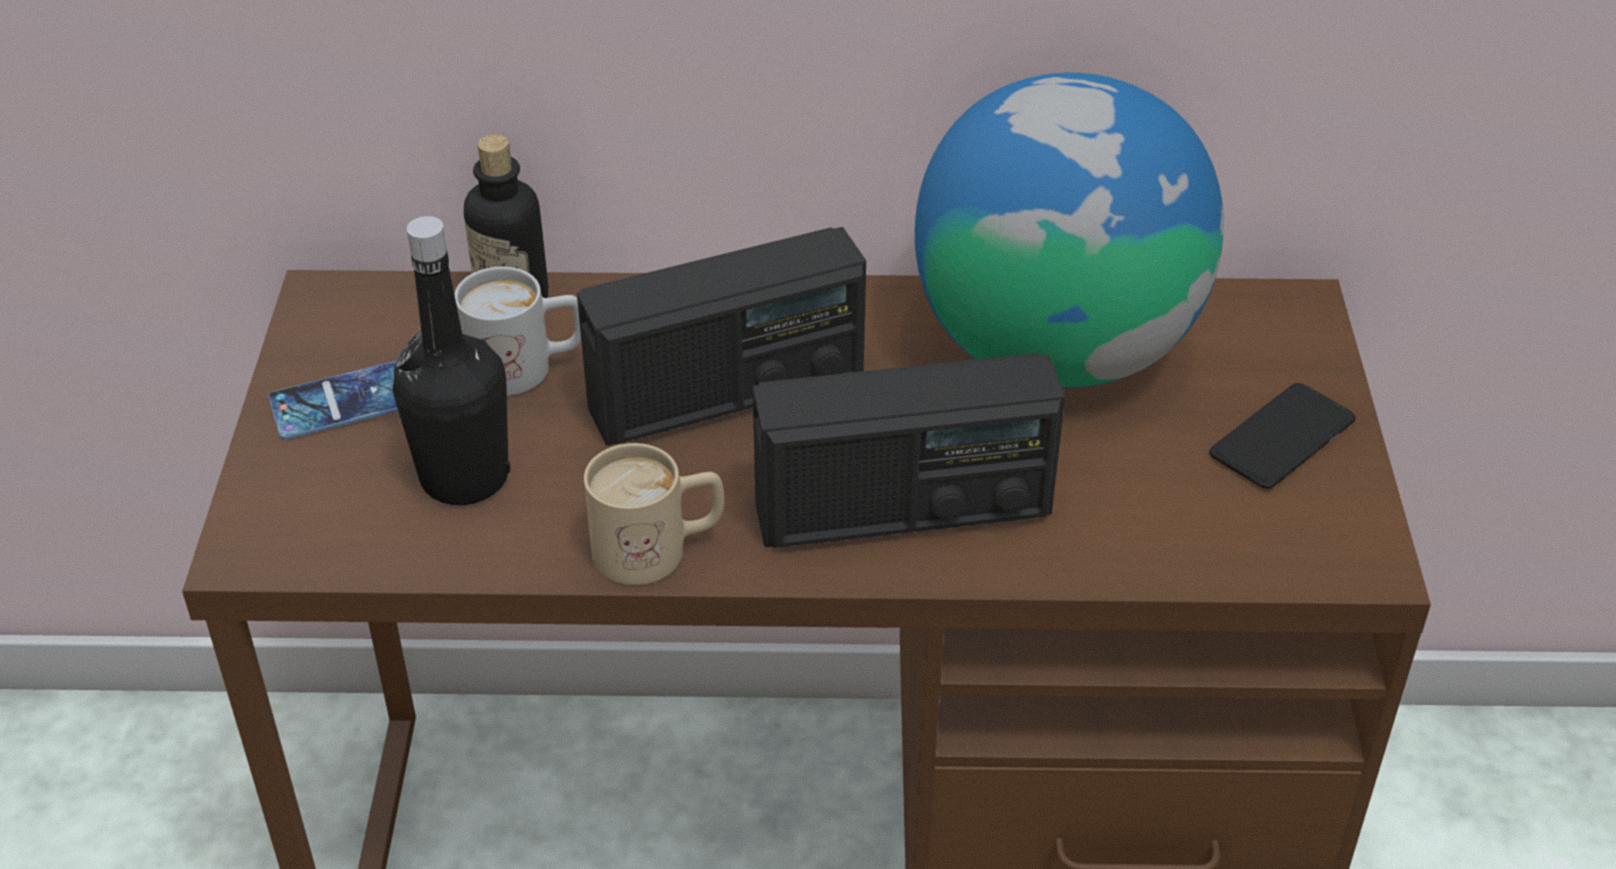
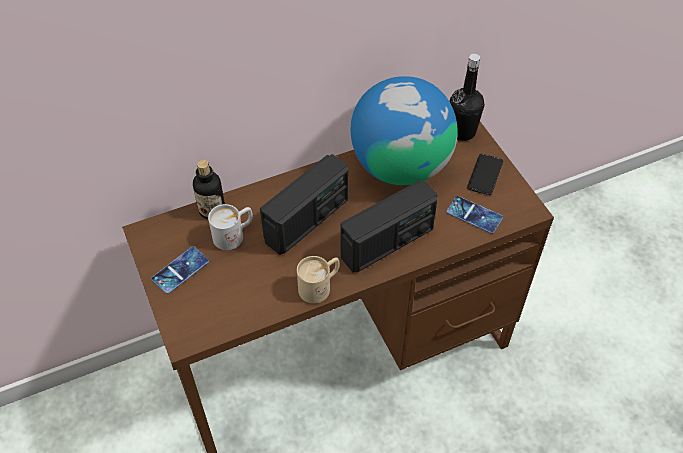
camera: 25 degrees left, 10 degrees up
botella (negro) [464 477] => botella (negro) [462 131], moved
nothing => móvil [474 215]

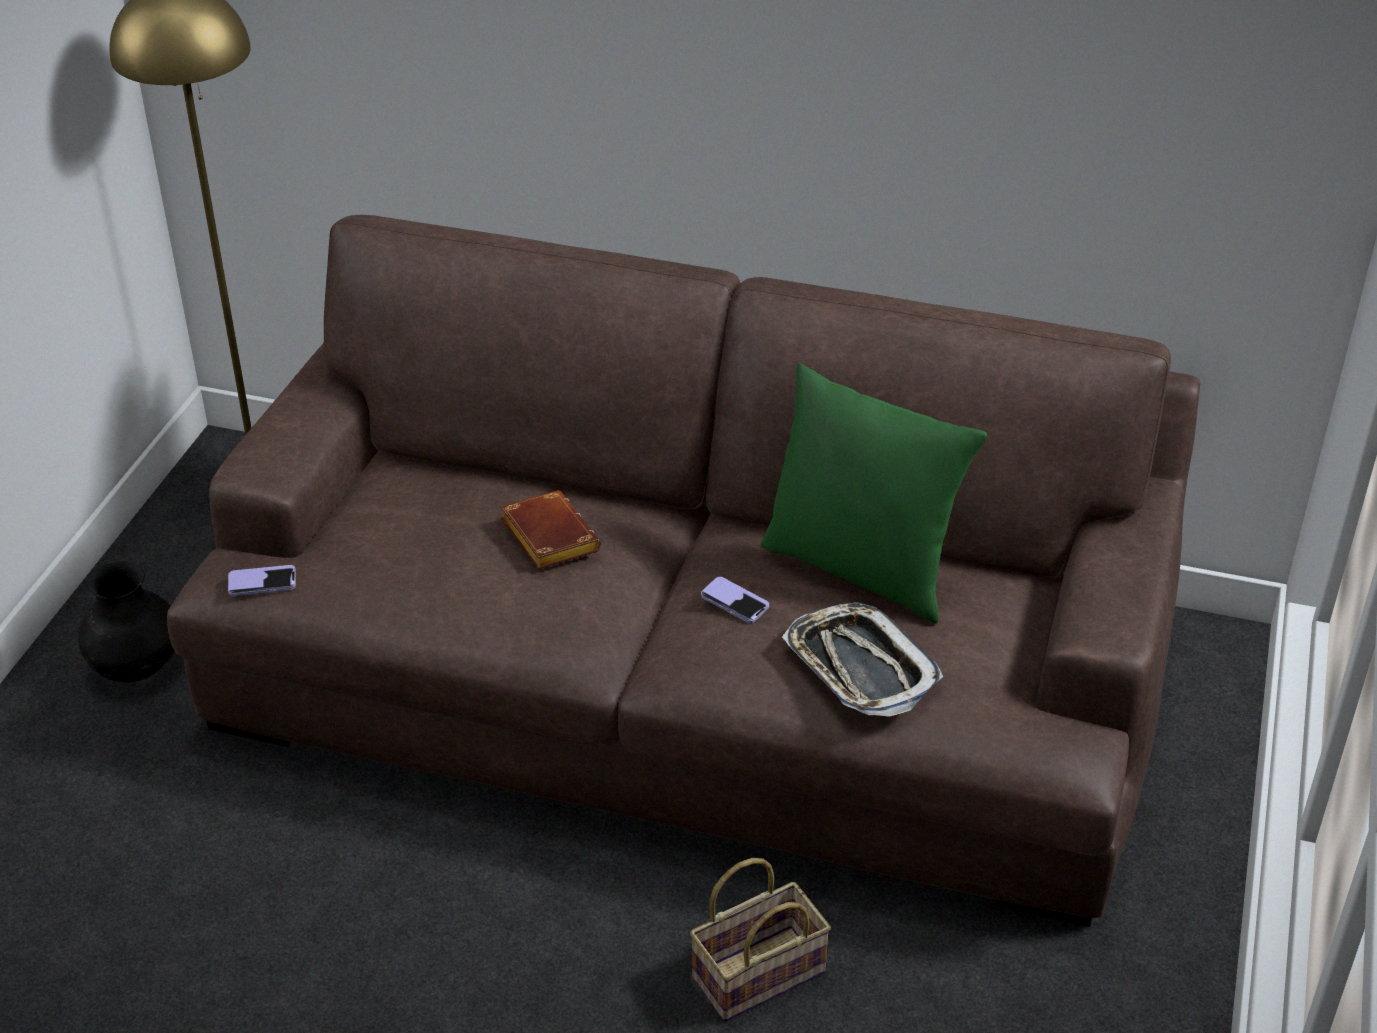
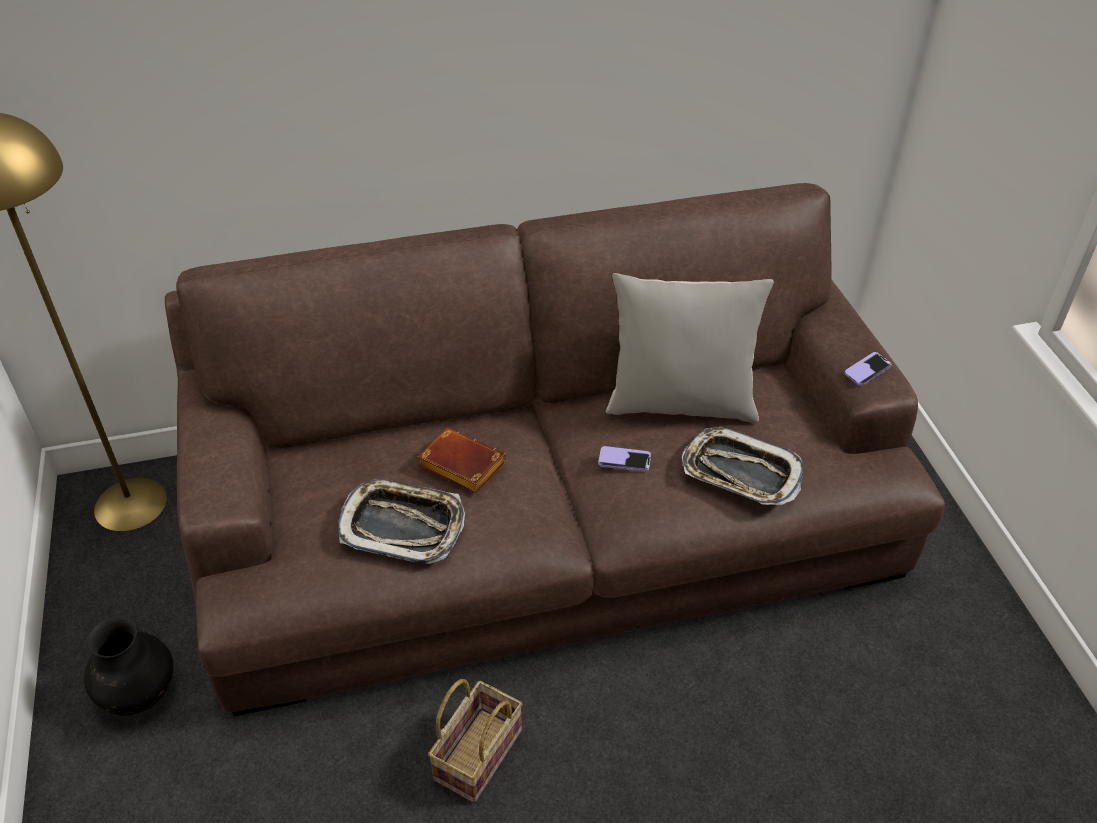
camera: 30 degrees left, 5 degrees up
móvil [262 582] => móvil [867 370], moved
cesta [760 971] => cesta [478 752], moved
cojín (verde) [861 568] => cojín (gris) [681 403]
nothing => bandeja [402 526]

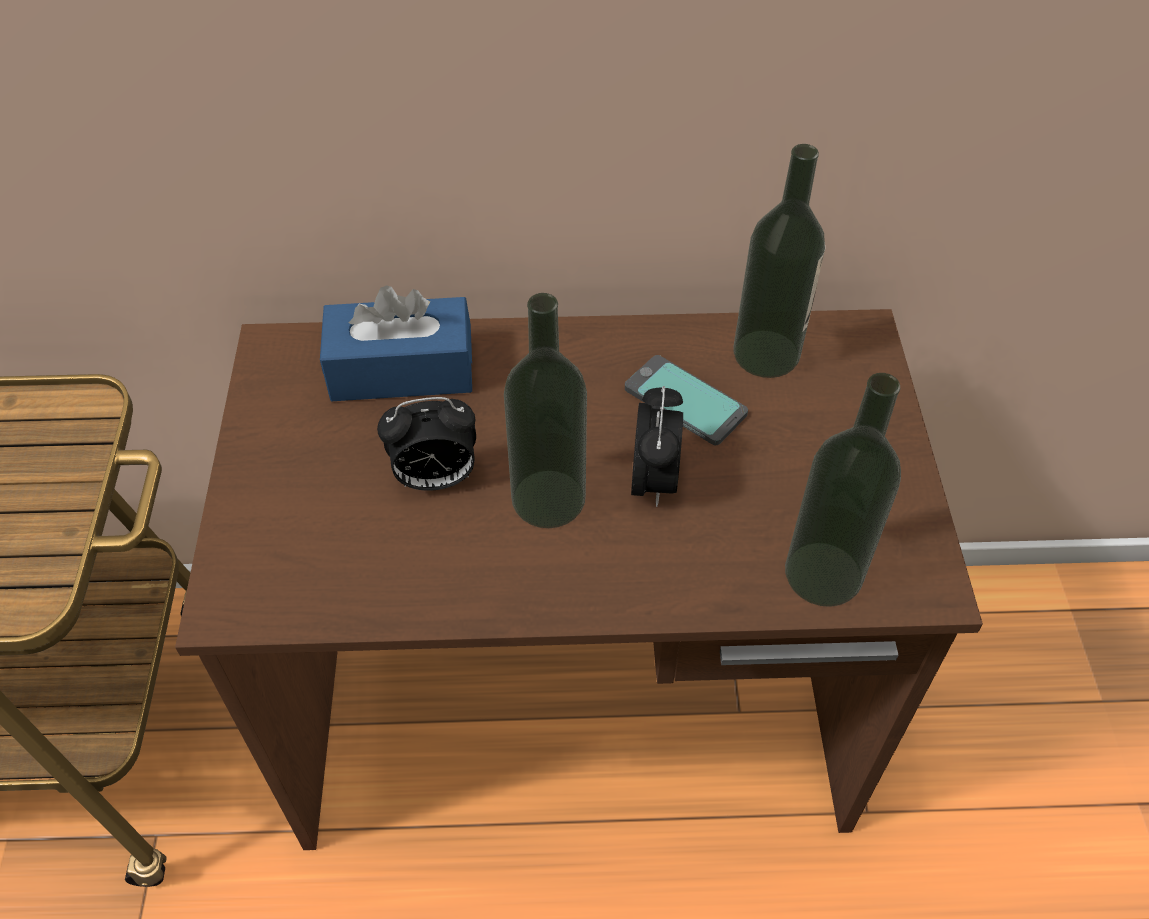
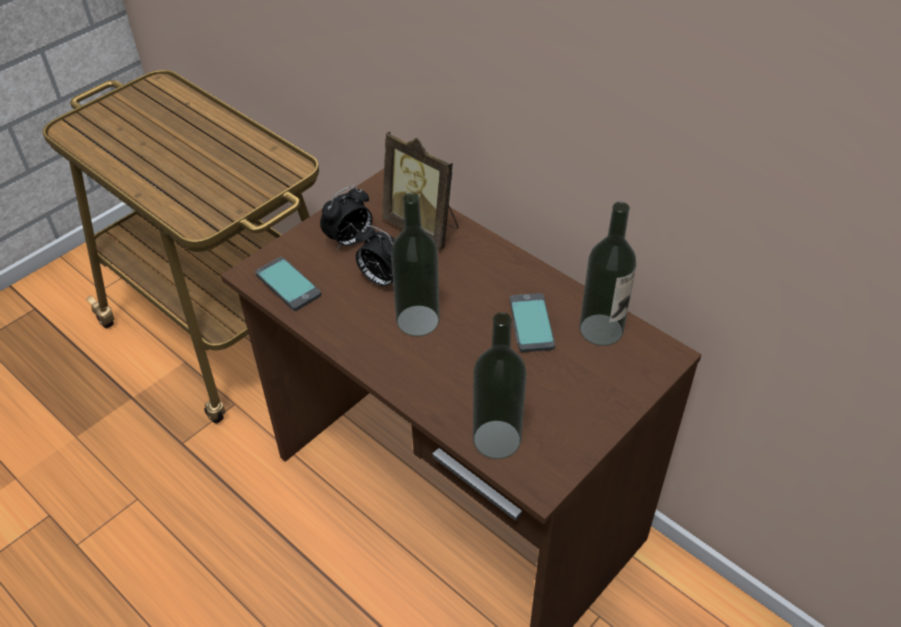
camera: 45 degrees right, 5 degrees down
caja de pañuelos (azul) [402 370] => portarretratos [423 227]
despertador [654 482] => despertador [349 241], moved
nothing => móvil [288 284]

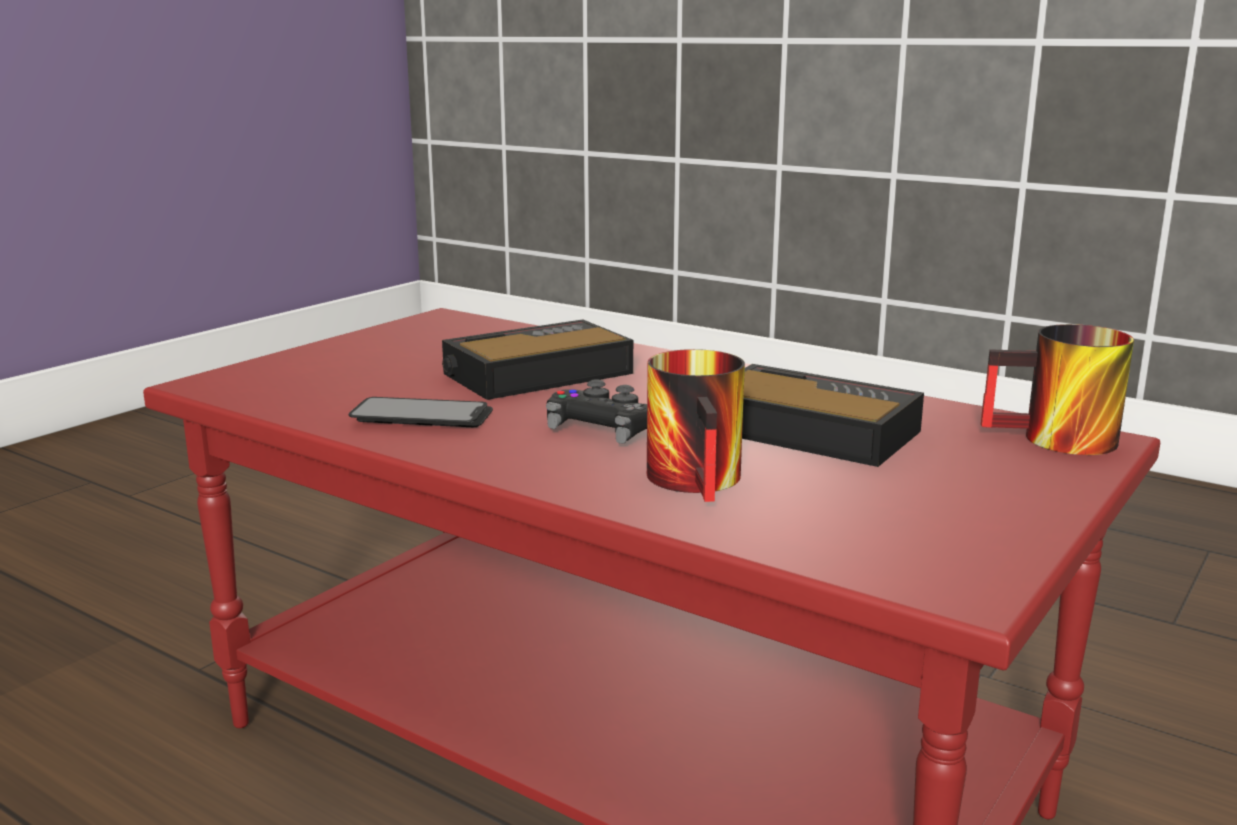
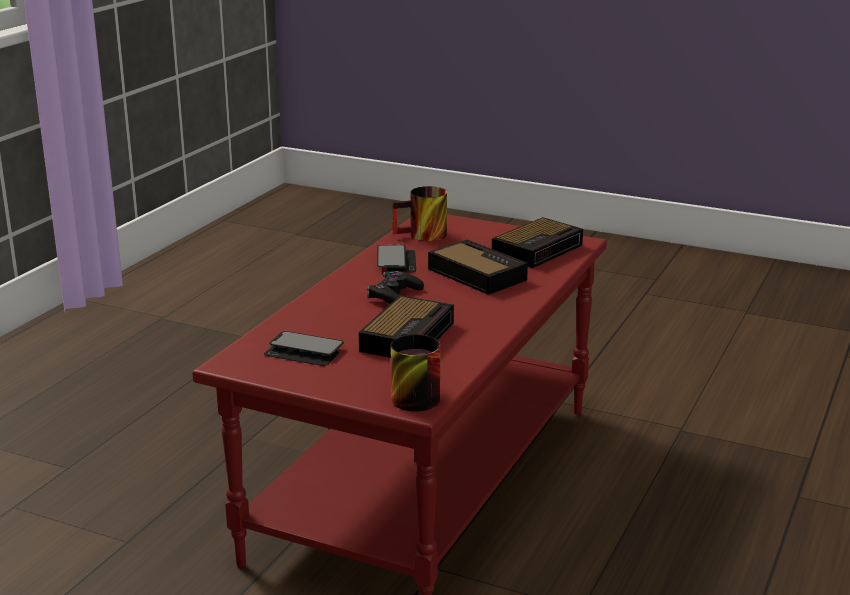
camera: 80 degrees right, 5 degrees up
taza grande [705 481] => taza grande [422 236], moved
nothing => móvil [304 351]
nothing => despertador [538 249]

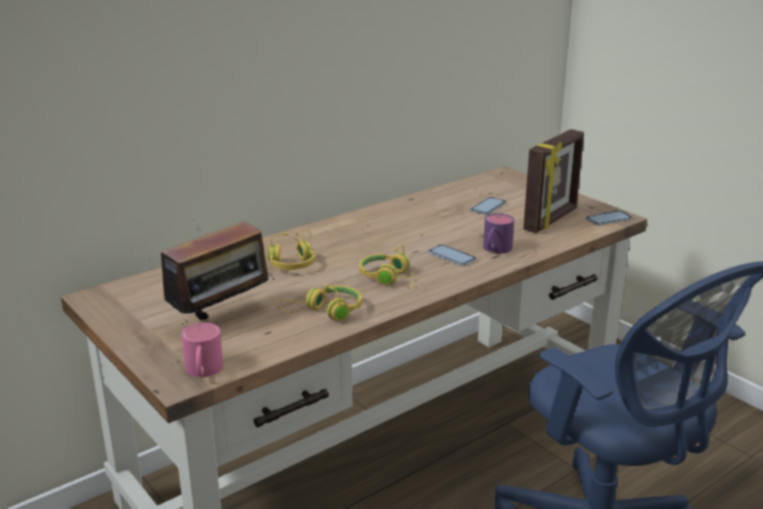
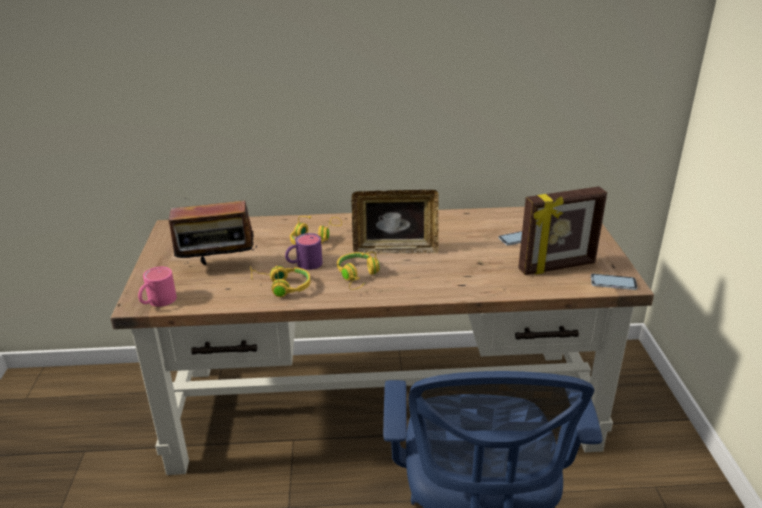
camera: 35 degrees right, 5 degrees up
móvil [452 256] => nothing
taza grande (morado) [495 250] => taza grande (morado) [304 264], moved
nothing => portarretratos [395 249]

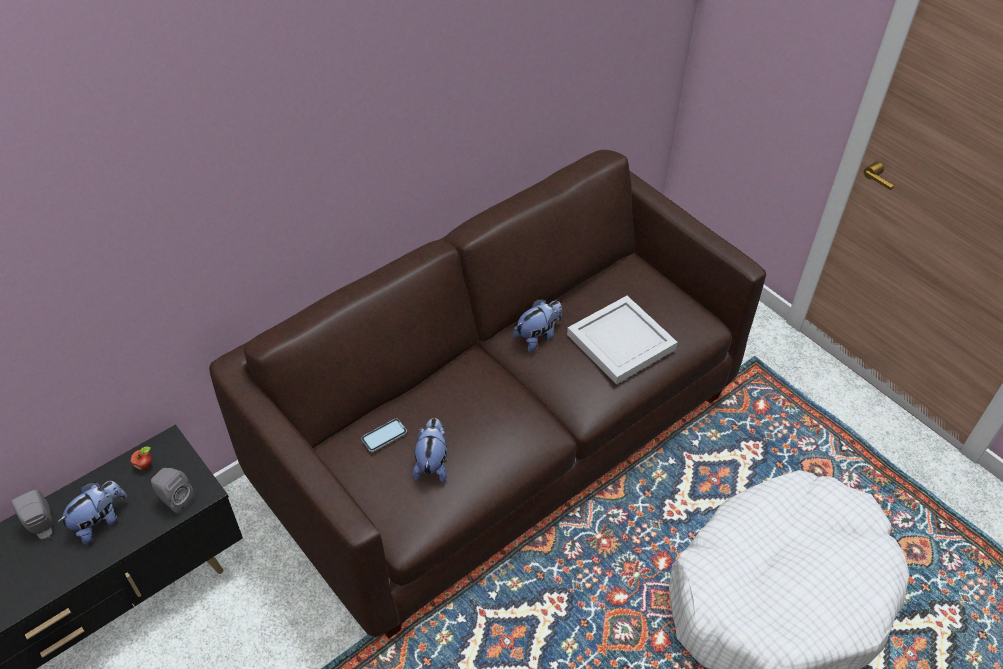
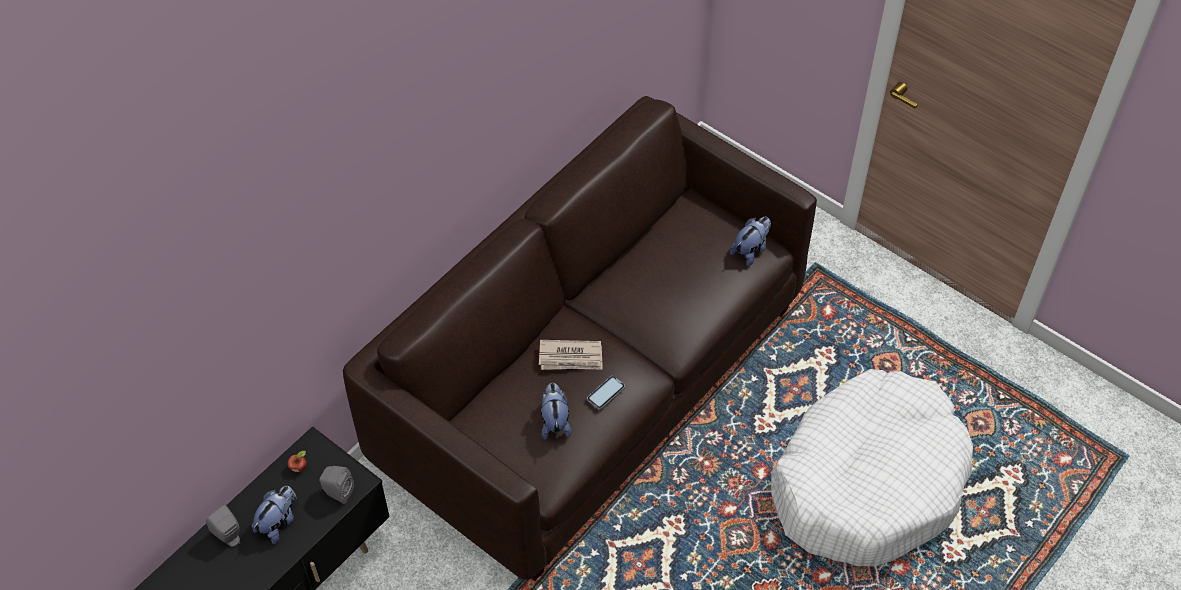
camera: 10 degrees left, 5 degrees up
móvil [384 436] => móvil [606 393], moved
peluche [538 336] => peluche [750 250], moved
bandeja (blanco) [621 343] => nothing
nothing => periódico [571 357]

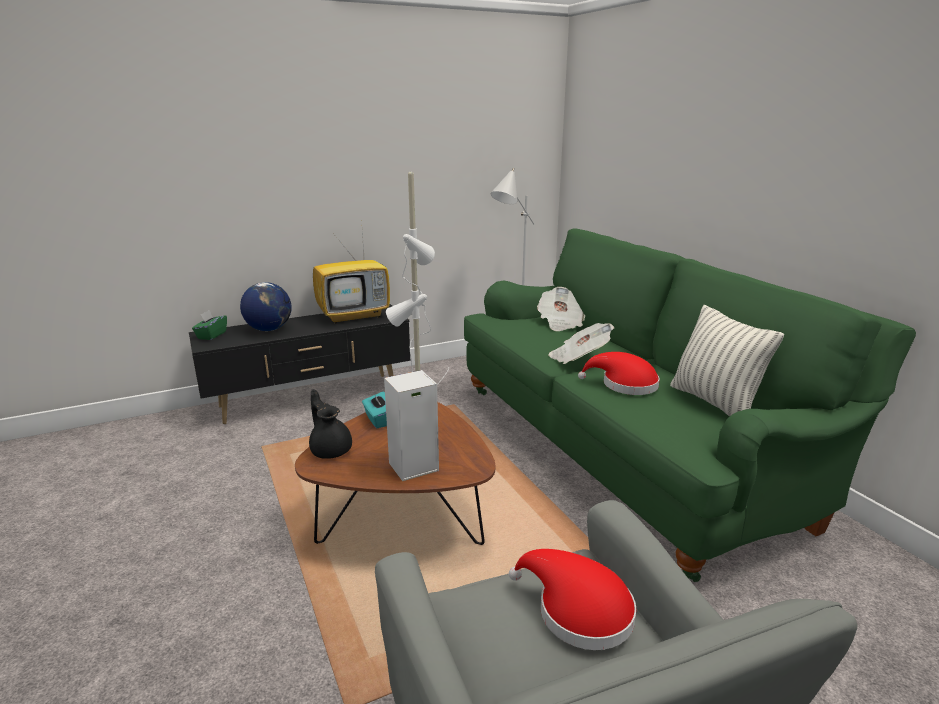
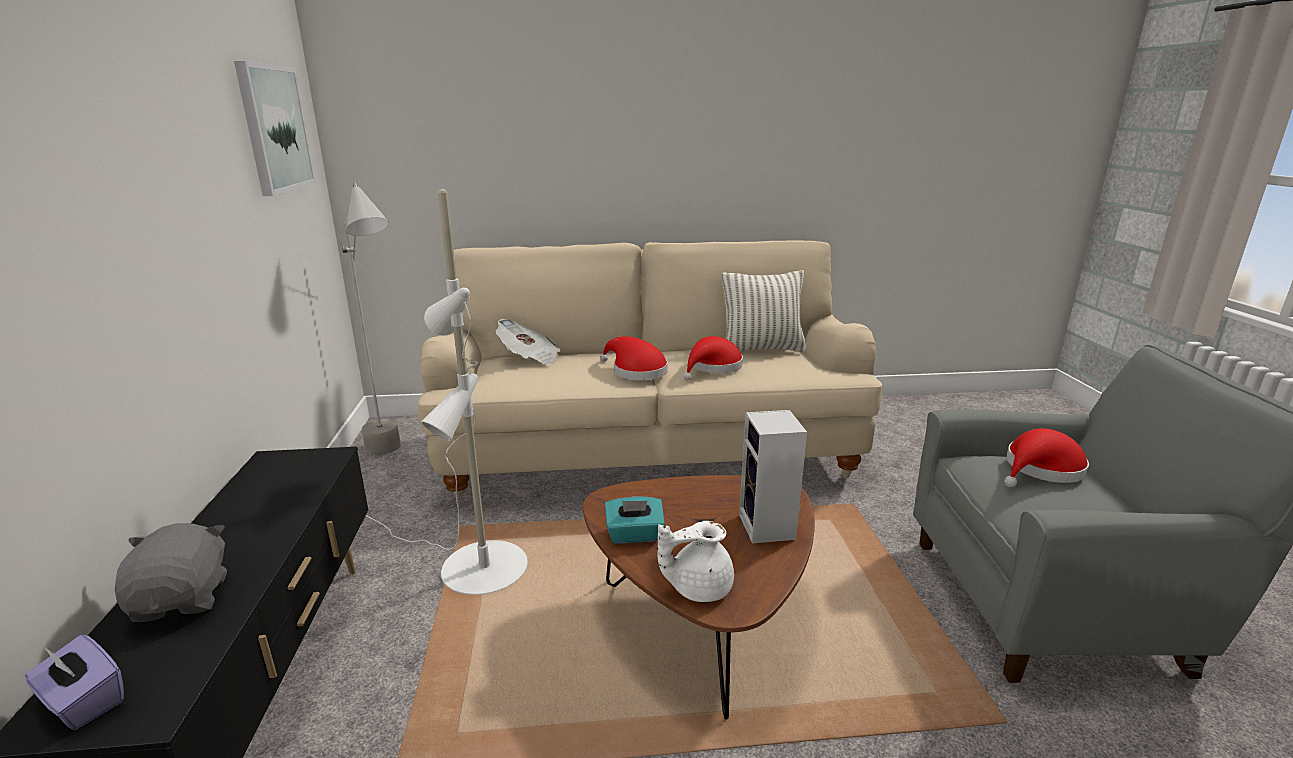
camera: 70 degrees left, 0 degrees up
caja de pañuelos (verde) [211 335] => caja de pañuelos (morado) [84 702]
globo terráqueo [269 329] => peluche (gris) [184 599]
tetera (negro) [331 449] => tetera (blanco) [697 587]
televisor [355 315] => nothing
sofá (verde) [623 448] => sofá (beis) [647 448]
periódico [579 358] => sombrero (rojo) [636 371]
nothing => cuadro [275 129]

